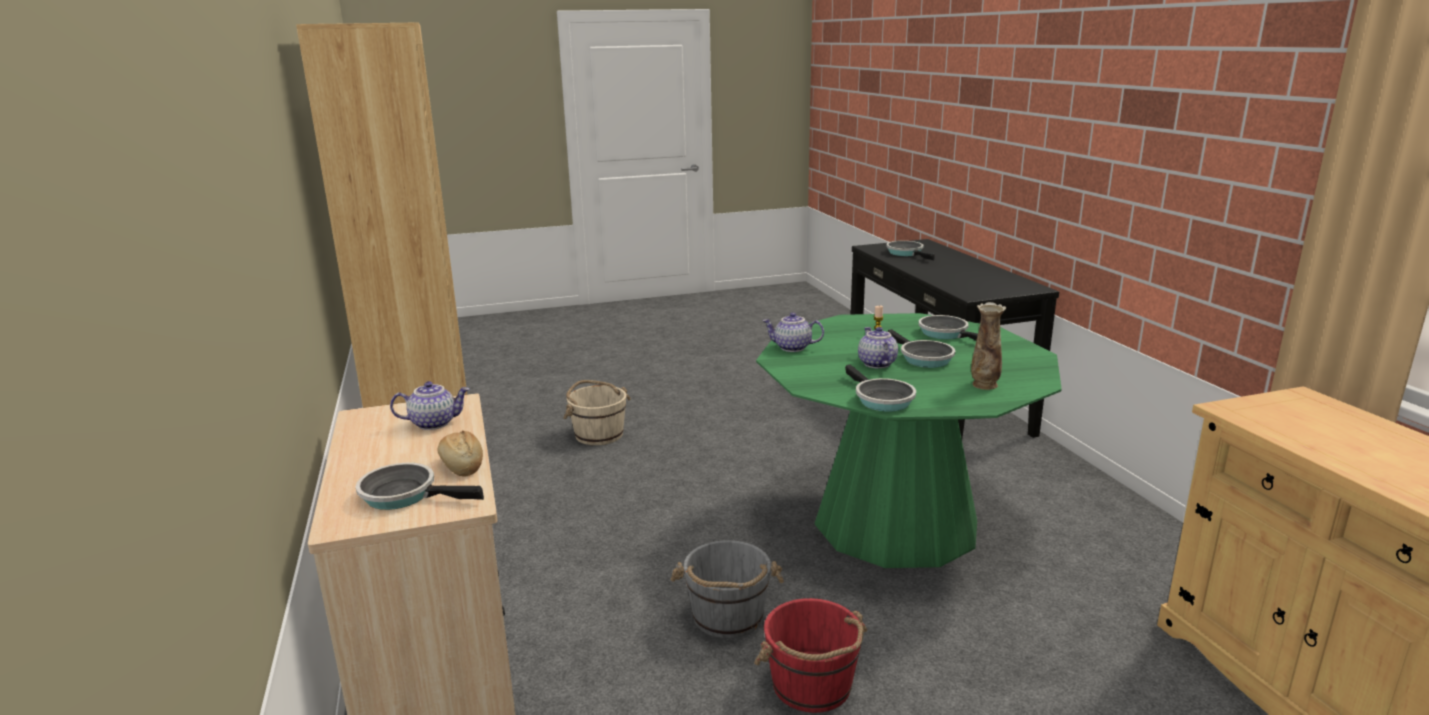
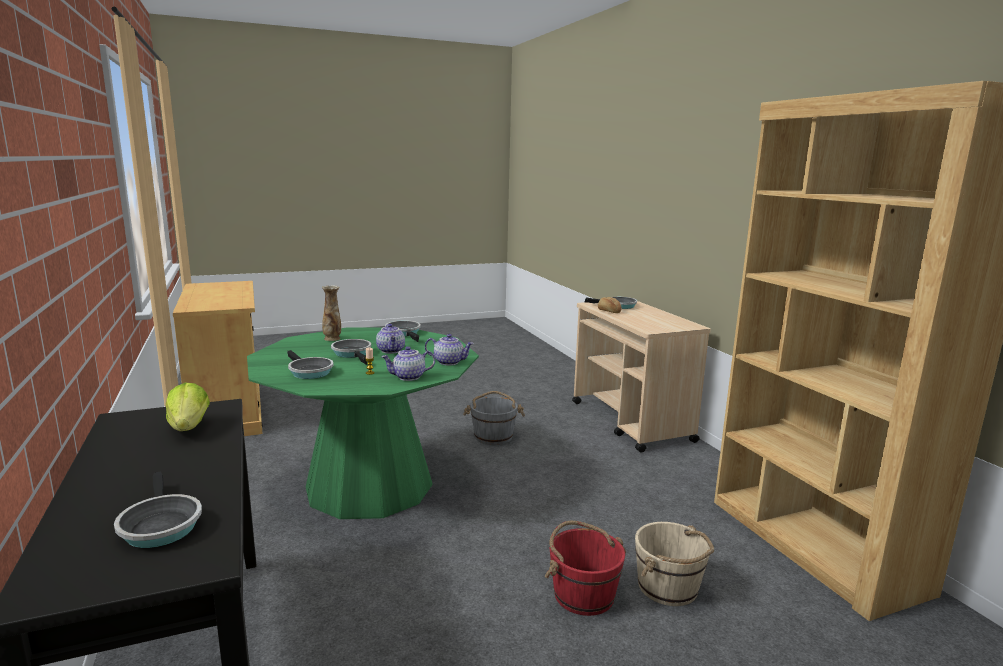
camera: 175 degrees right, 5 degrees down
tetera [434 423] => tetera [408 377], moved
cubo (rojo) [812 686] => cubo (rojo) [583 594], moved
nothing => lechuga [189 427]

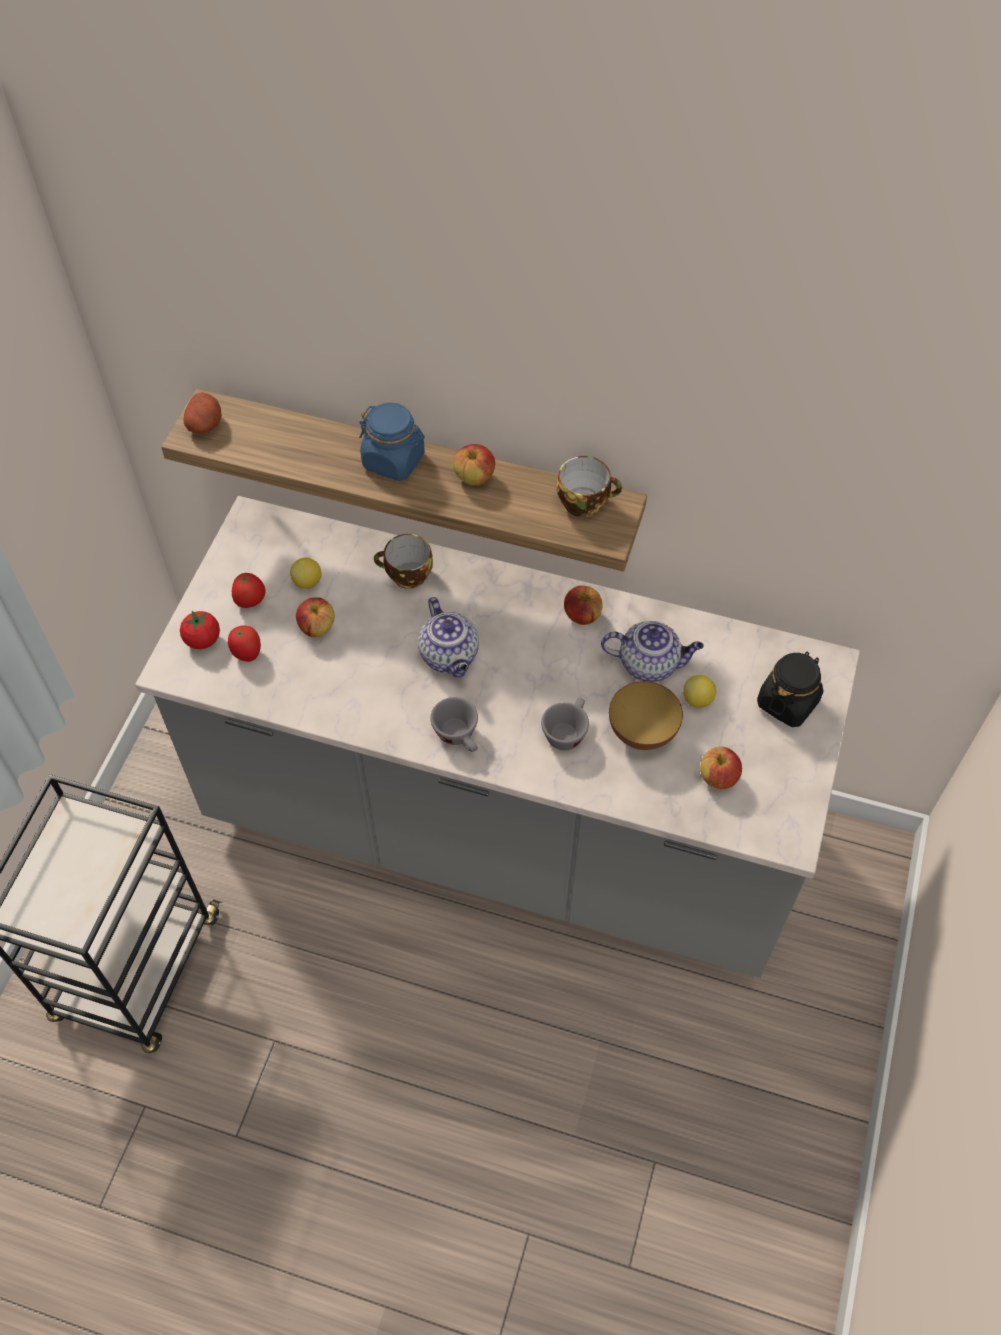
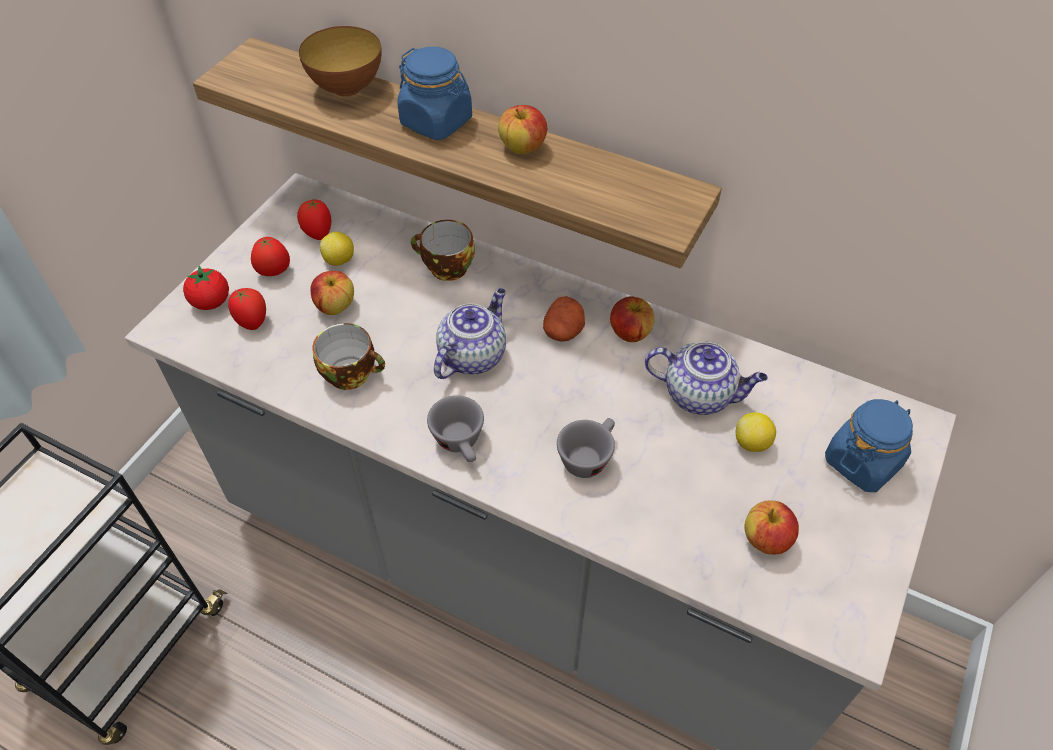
camera: 10 degrees right, 5 degrees down
patata [205 424] => patata [564 331], moved
tetera [450 656] => tetera [472 355], 135 degrees counterclockwise
taza [585 502] => taza [352 373], moved
cuenco [642 733] => cuenco [347 88], moved
tarro (negro) [787 702] => tarro (azul) [862 462]
nothing => tomate [318 233]

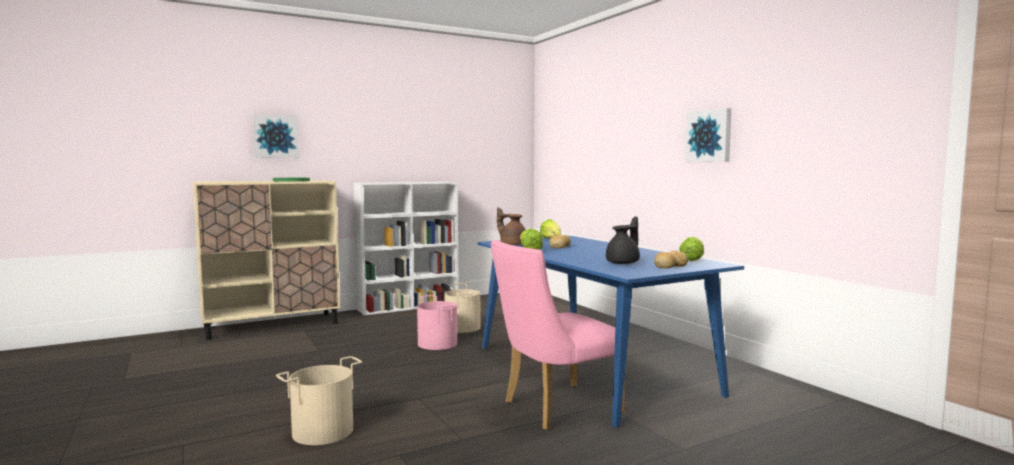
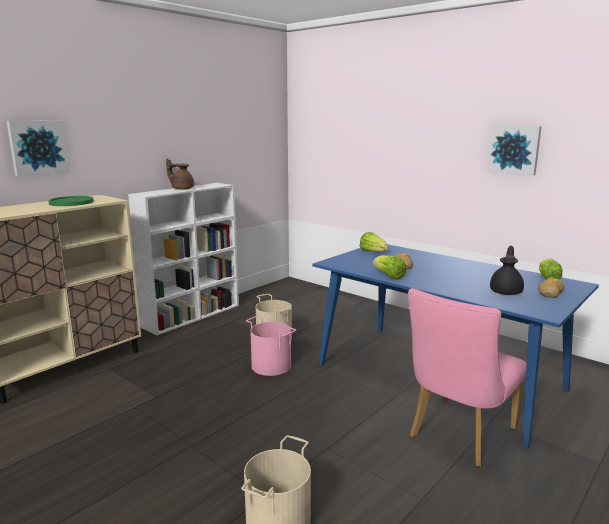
camera: 20 degrees left, 10 degrees up
tetera (marrón) [512 244] => tetera (marrón) [182 188], moved

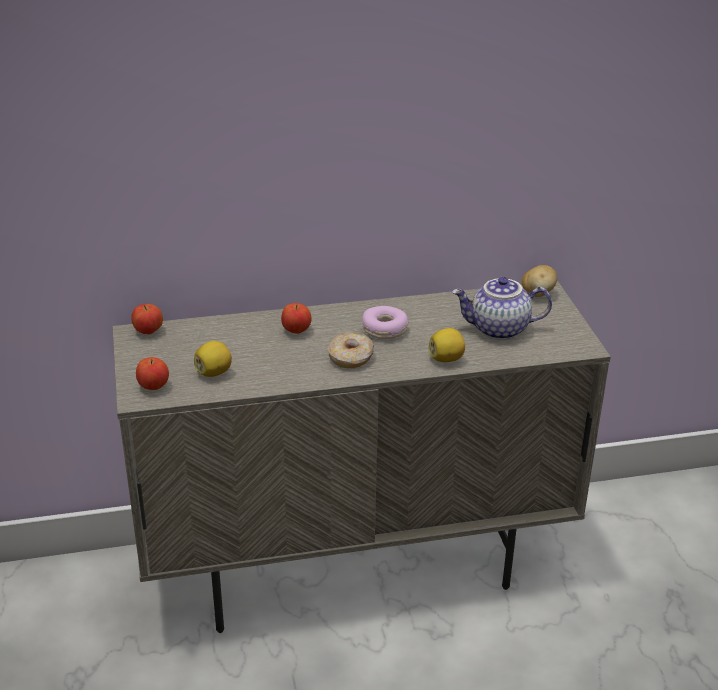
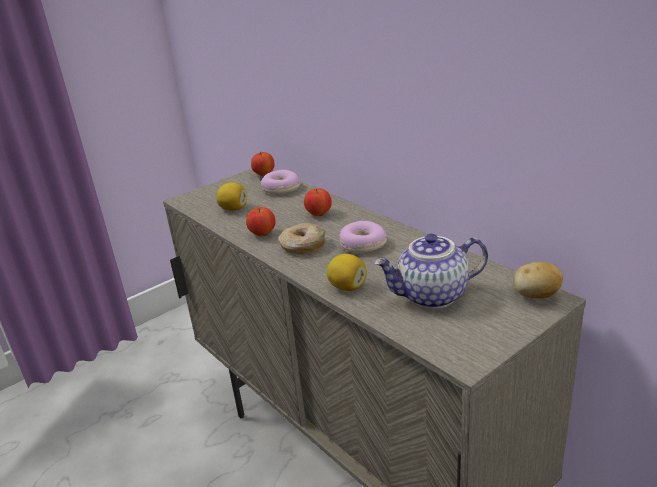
camera: 65 degrees right, 5 degrees down
manzana [153 387] => manzana [262 234], moved
tetera [498 330] => tetera [432 297], 75 degrees counterclockwise
nothing => rosquilla [280 189]

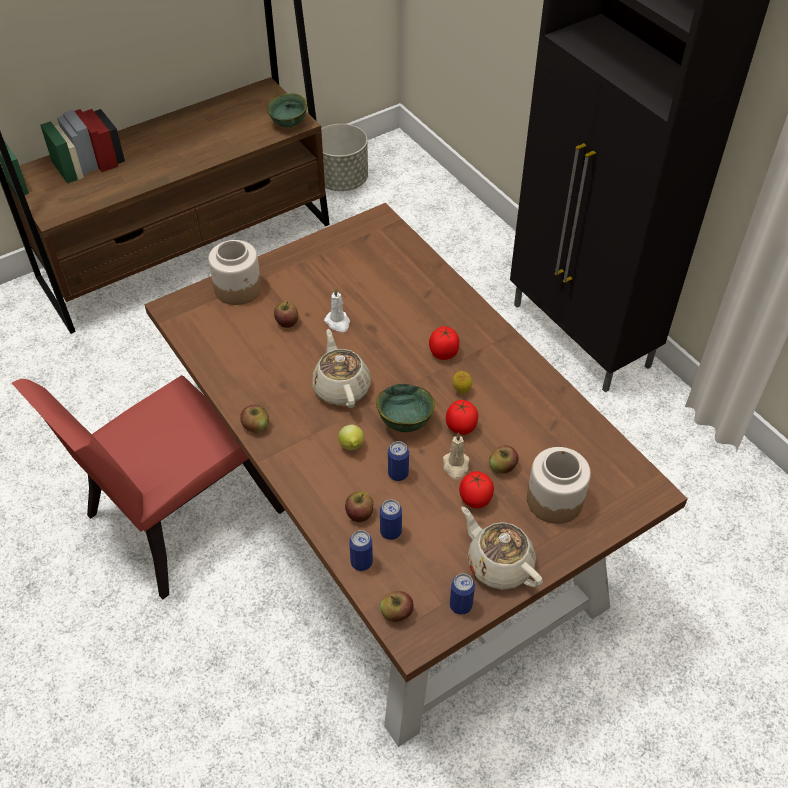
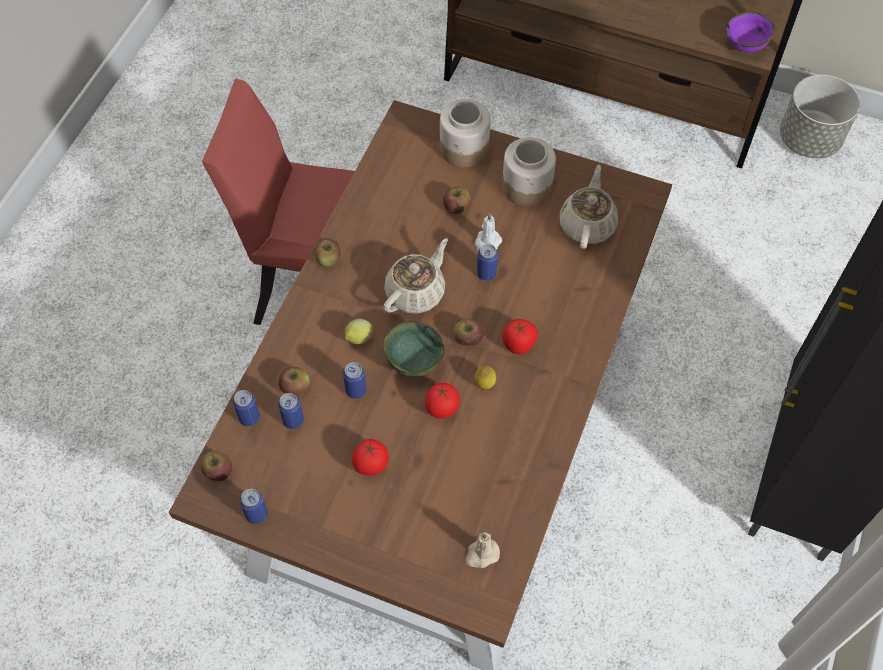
camera: 55 degrees right, 10 degrees up
cuenco (verde) [289 125] => cuenco (morado) [745 47]
vela (beis) [455 466] => vela (beis) [481 554], moved
tetera (beis) [498 564] => tetera (beis) [587 224], moved
manzana [502 467] => manzana [468 339], moved
tarro [554 500] => tarro [527 186], moved
nothing => lata [486 273]

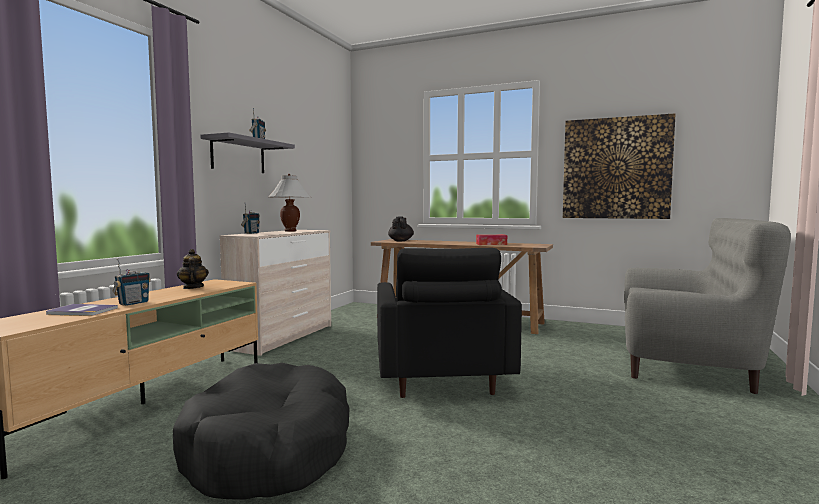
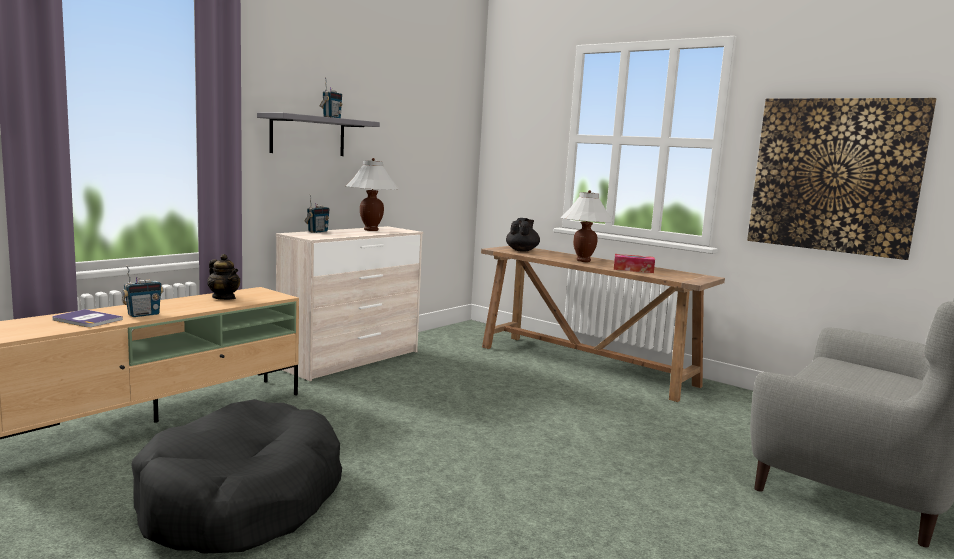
camera: 15 degrees right, 5 degrees up
tetera [193 287] => tetera [224 298], 135 degrees clockwise
sillón (negro) [440 379] => nothing
nothing => lámpara de mesa (blanco) [583 261]

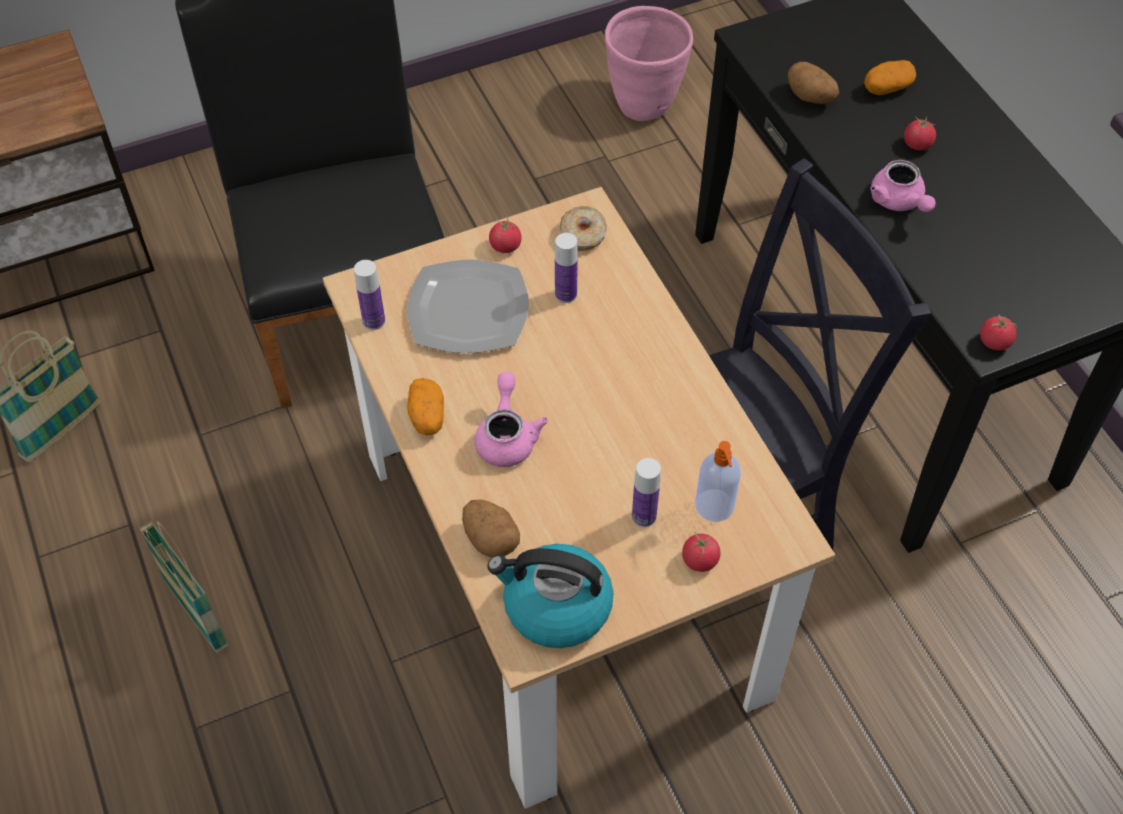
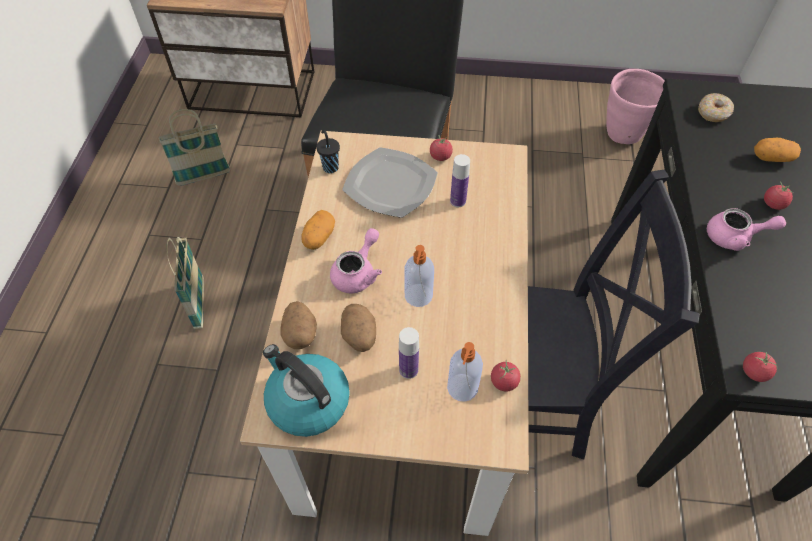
camera: 30 degrees right, 0 degrees up
botella [374 321] => taza (negro) [330 167]
rosquilla [583 235] => rosquilla [713 113], moved
tomate [700 560] => tomate [504 381], moved
patata [811 97] => patata [359 336], moved
tetera (rosa) [899 202] => tetera (rosa) [734 237], 90 degrees counterclockwise
nothing => dispensador de jabón [418 296]

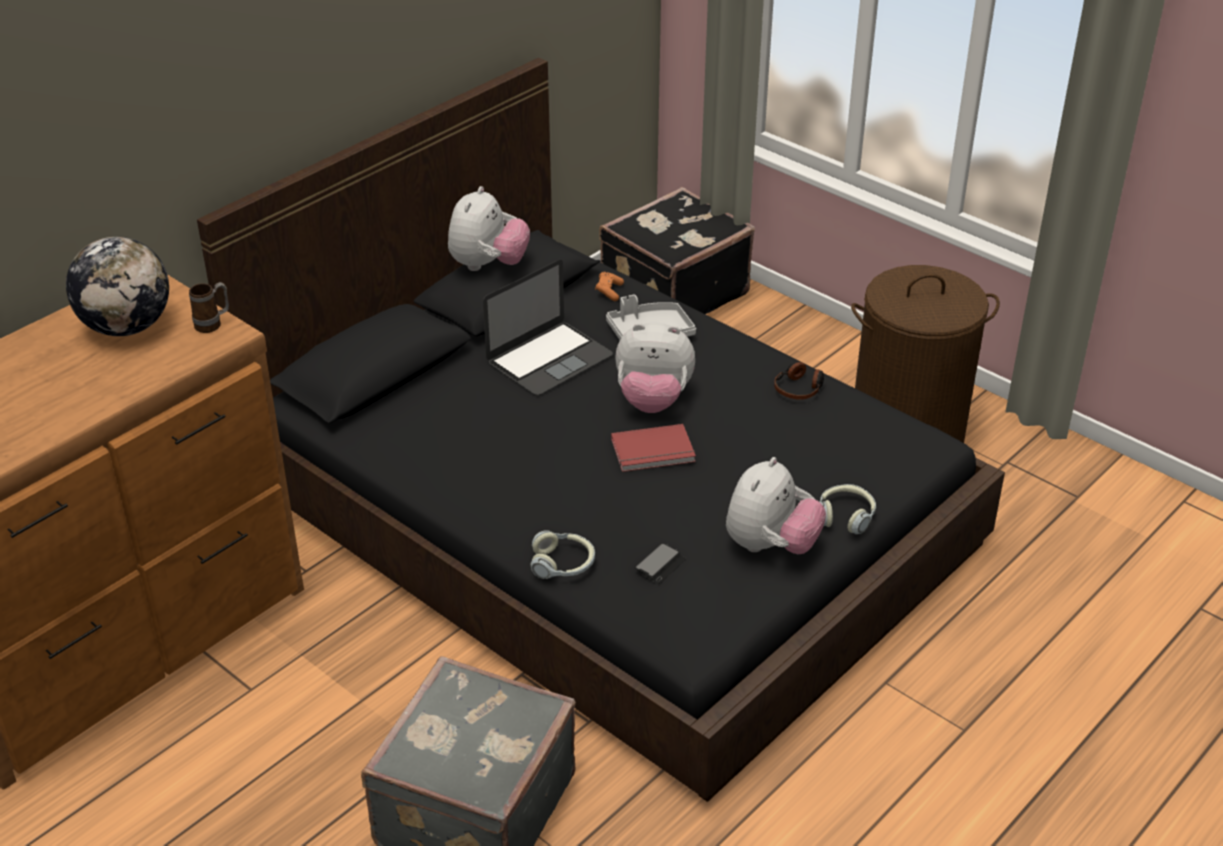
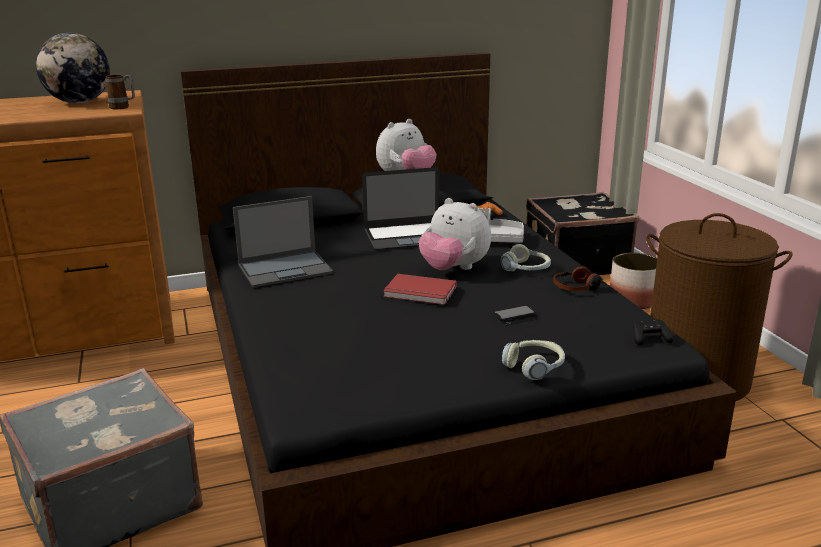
camera: 30 degrees right, 15 degrees down
auriculares [563 564] => auriculares [526 269], moved
móvil [660 565] => móvil [515 317], moved
peluche [770 545] => nothing
nothing => portátil [286 269]
nothing => maceta [633 300]
nothing => mando de consola (negro) [649 339]

